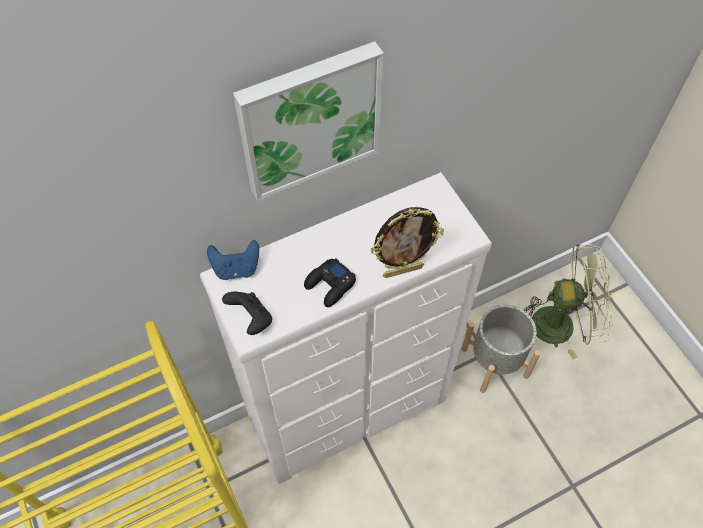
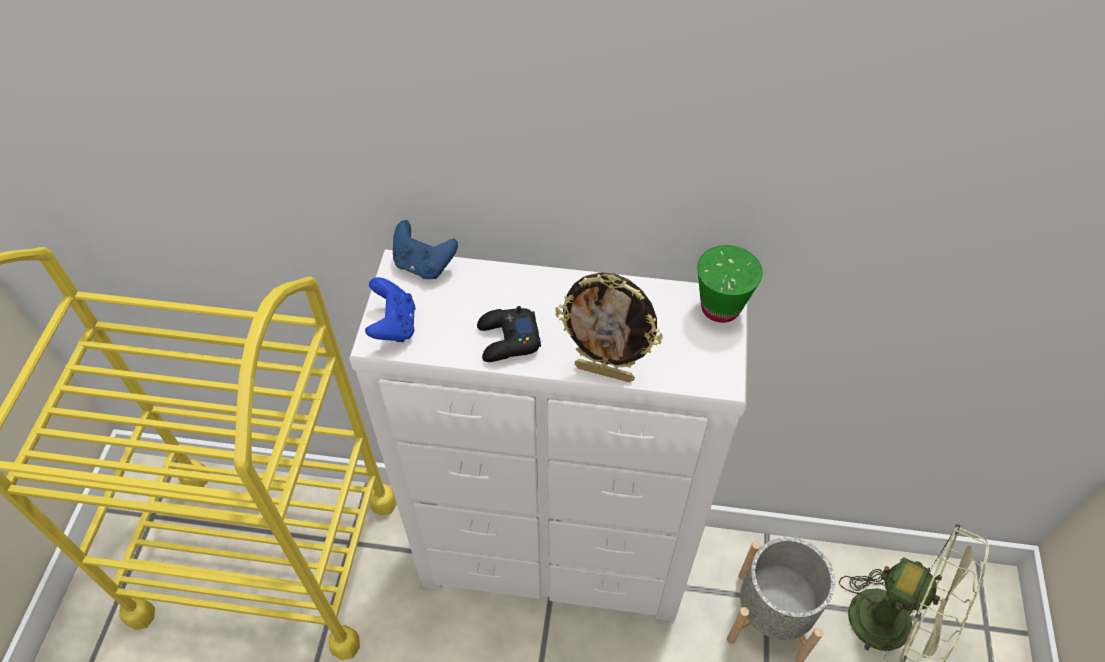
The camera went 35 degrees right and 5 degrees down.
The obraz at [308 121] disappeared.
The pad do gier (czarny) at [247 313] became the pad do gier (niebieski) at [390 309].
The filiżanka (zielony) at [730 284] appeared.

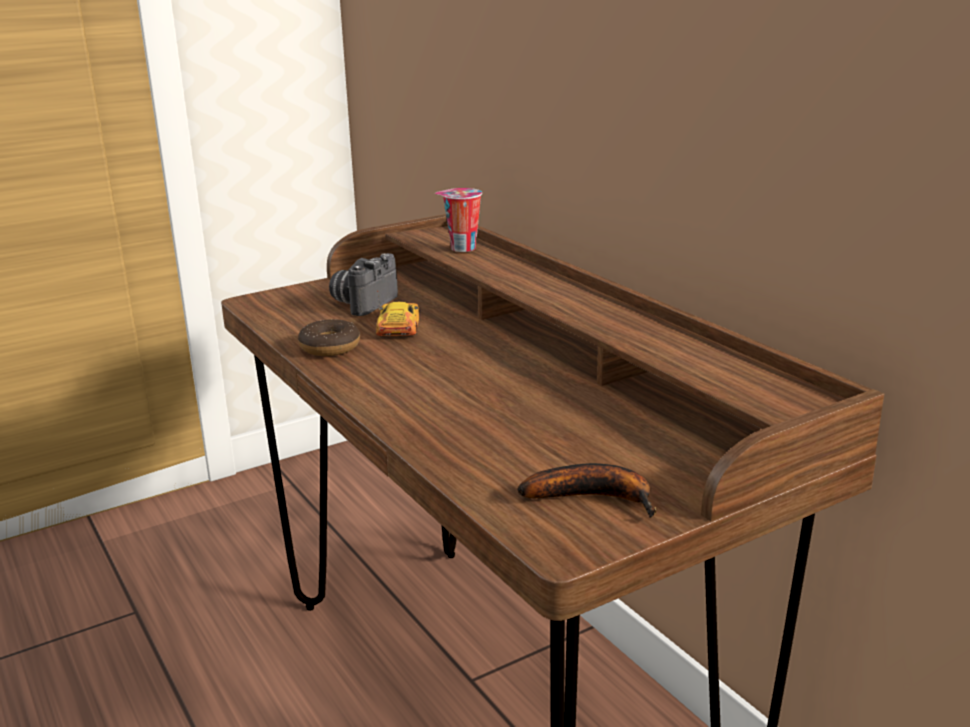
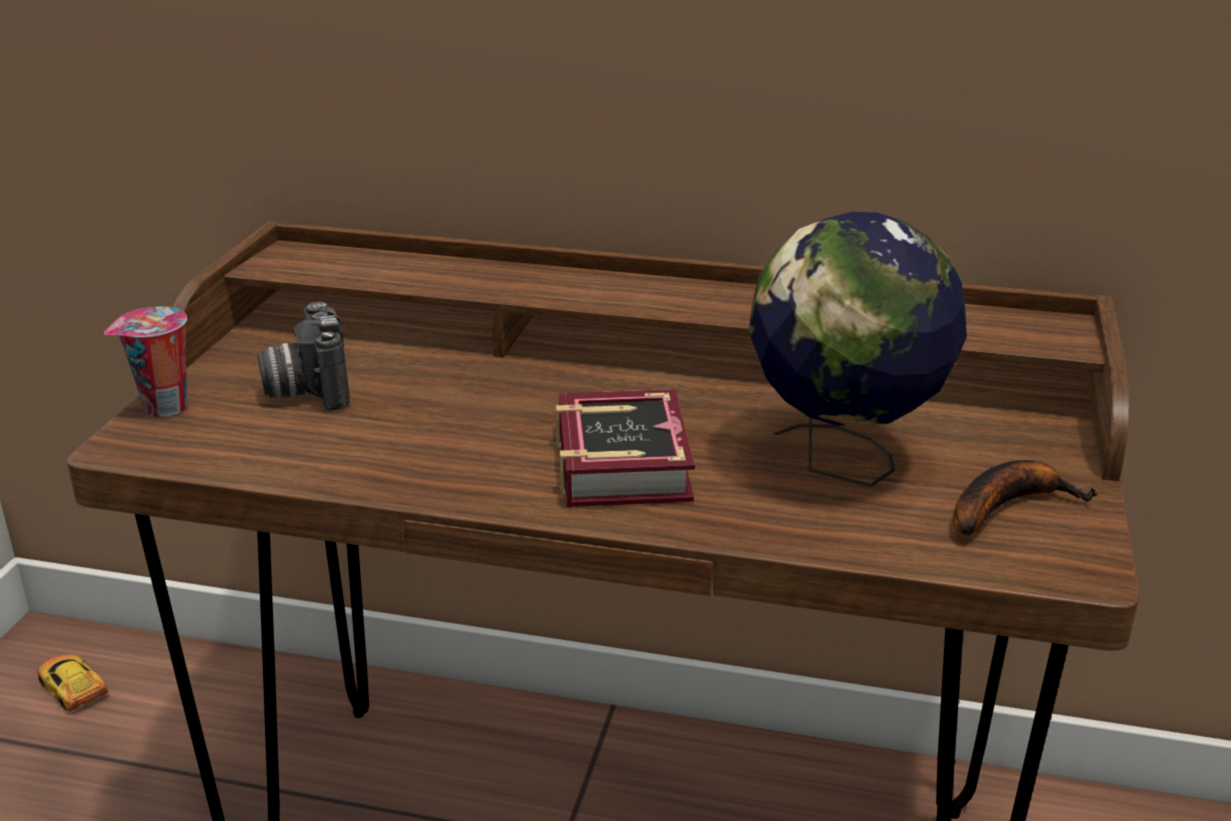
The camera went 45 degrees left and 5 degrees up.
The filiżanka moved from [458 220] to [145 362].
The samochodzik moved from [398 313] to [72 682].
The donut at [329 337] disappeared.
The globus at [858 349] appeared.
The książka at [625 448] appeared.

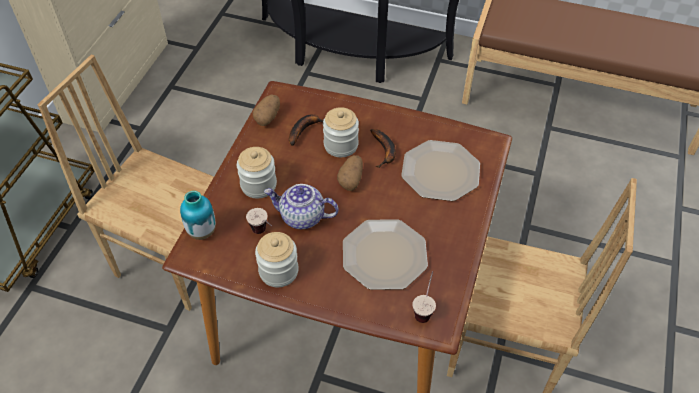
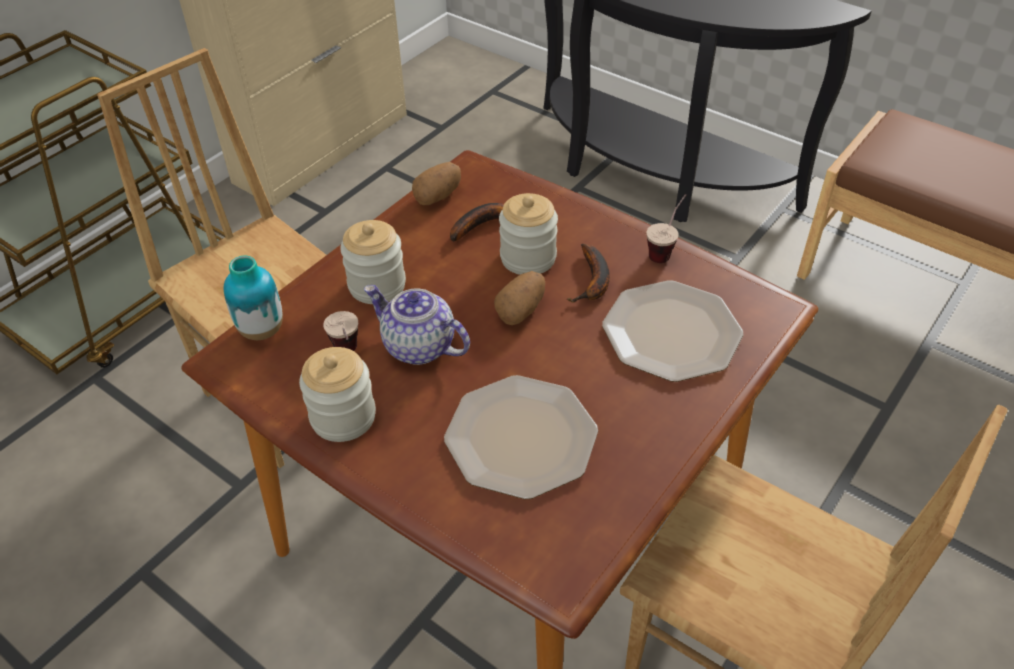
The camera went 20 degrees right and 5 degrees down.
The filiżanka moved from [424 297] to [666 228].

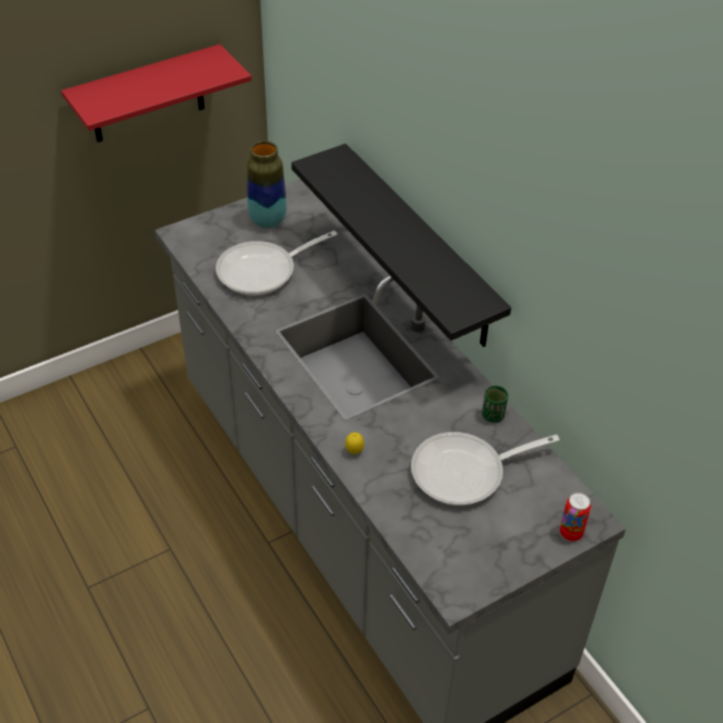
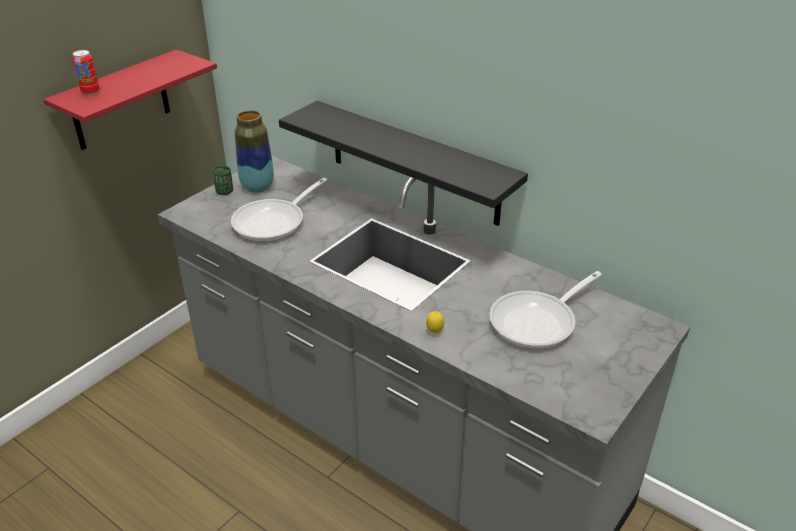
The camera went 20 degrees left and 10 degrees down.
The filiżanka (zielony) moved from [495 404] to [223 180].
The puszka moved from [575 516] to [86 73].

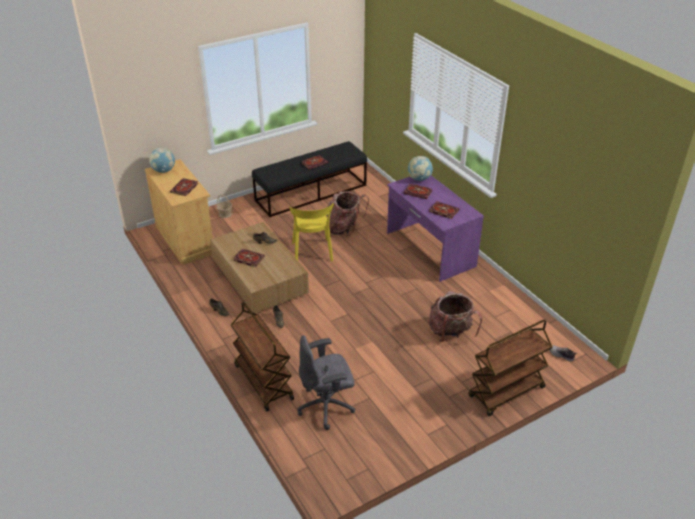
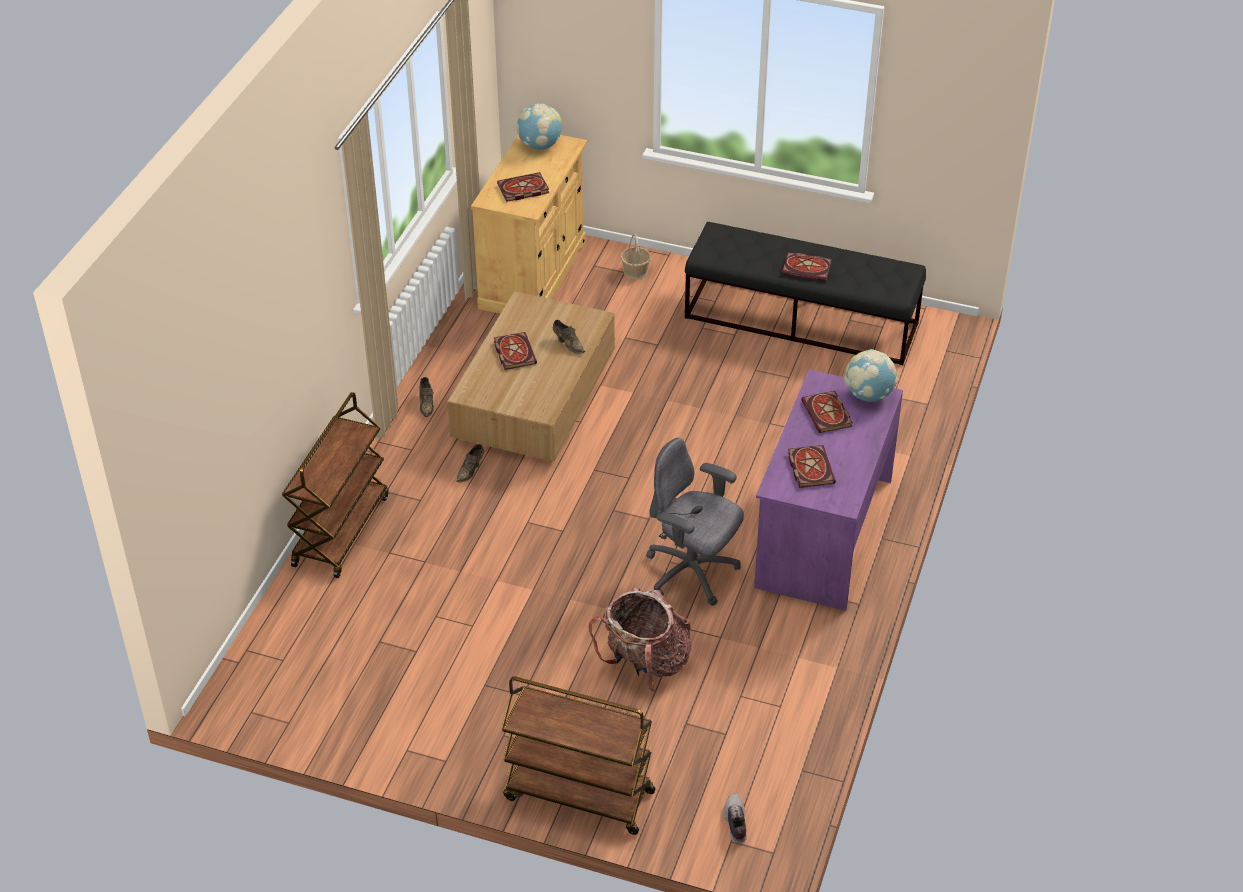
The camera went 50 degrees right and 5 degrees up.
The plecak at [347 214] disappeared.
The krzesło (żółty) at [311 232] disappeared.
The krzesło biurowe (szary) moved from [326 382] to [695 522].

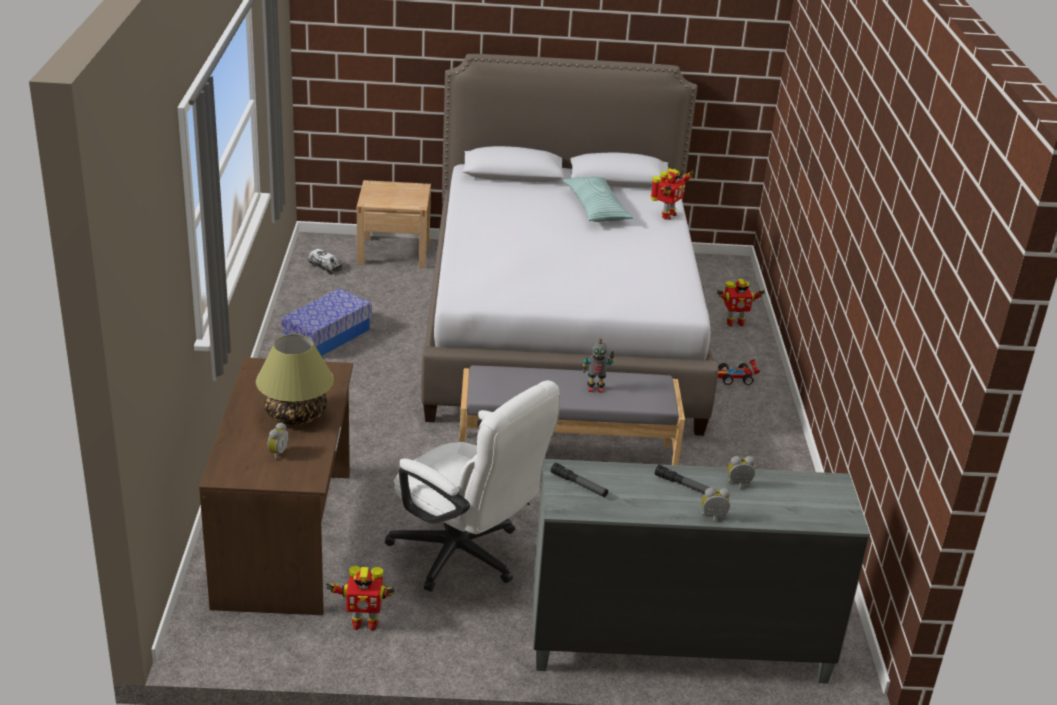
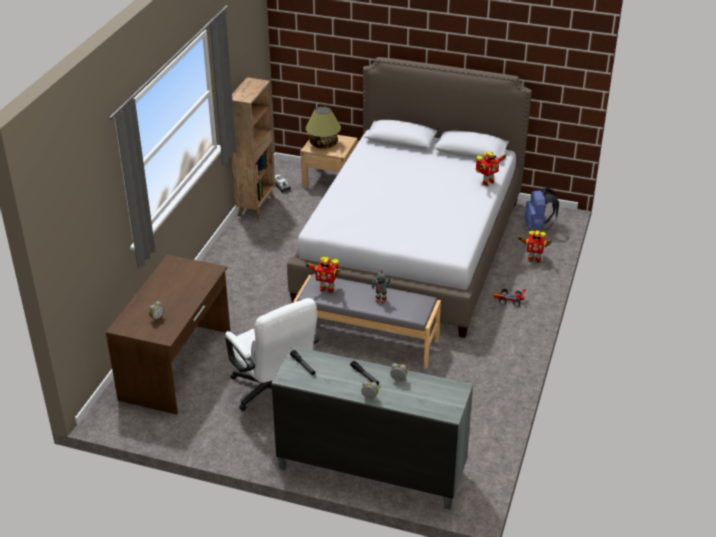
The camera went 20 degrees right and 5 degrees up.
The poduszka at [598 199] disappeared.
The pojemnik do przechowywania at [326 322] disappeared.
The lampa stołowa moved from [295 379] to [323 128].
The robot zabawkowy moved from [360 598] to [322 275].
The regał (brązowy) at [254 148] appeared.
The plecak (niebieski) at [541 209] appeared.

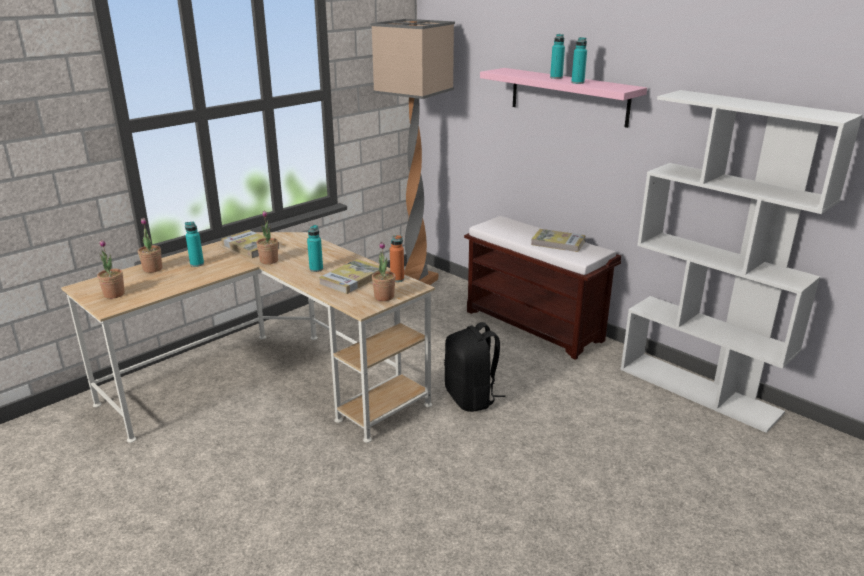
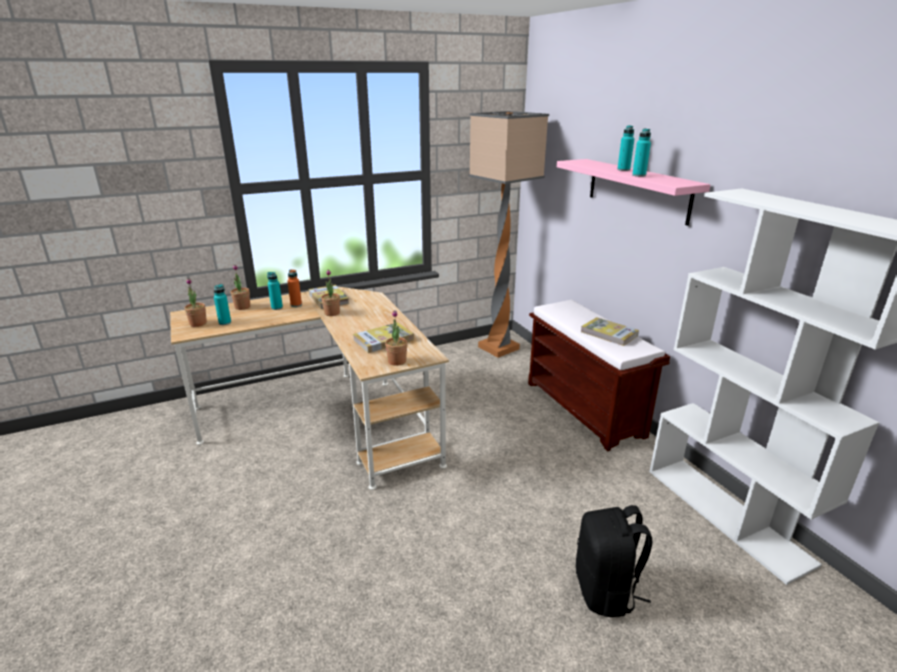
The camera went 20 degrees right and 0 degrees up.
The butelka (turkusowy) moved from [315 248] to [222 304].
The butelka (pomarańczowy) moved from [397 258] to [294 288].
The plecak (czarny) moved from [474 367] to [614 561].

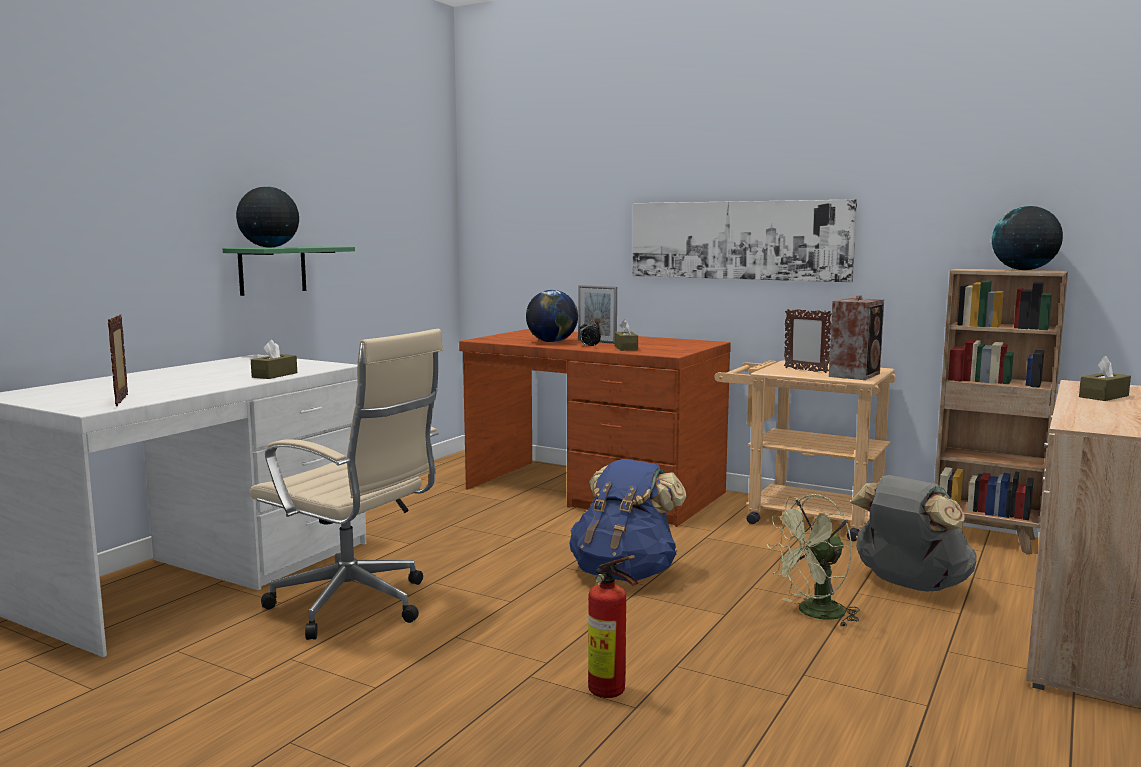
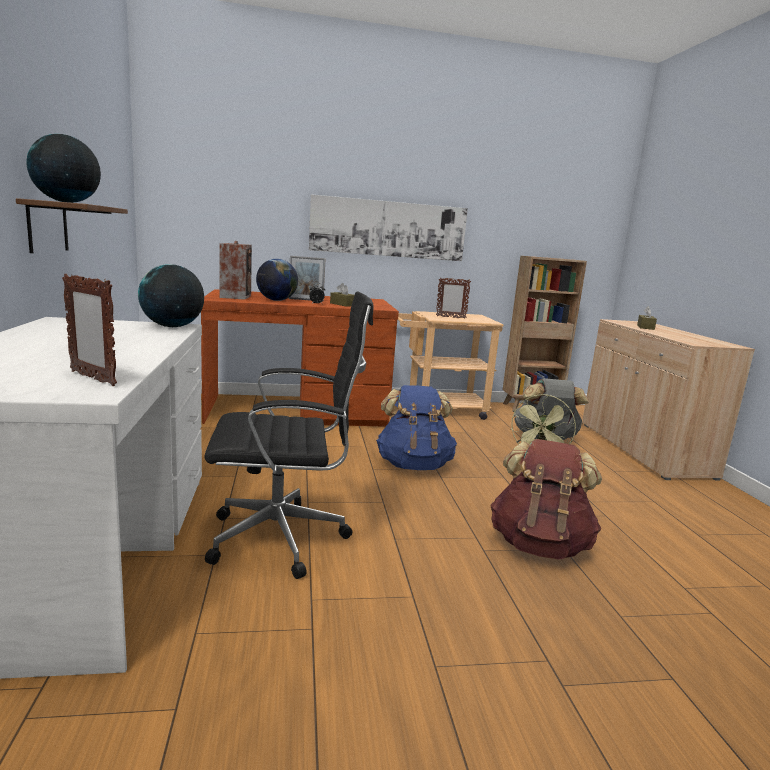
The camera went 40 degrees left and 5 degrees up.
The globus moved from [1027 238] to [171 295].
The półka (zielony) at [289 271] became the półka (brązowy) at [72 225].
The głośnik moved from [856 337] to [235 270].
The krzesło biurowe (beżowy) at [346 484] became the krzesło biurowe (czarny) at [288 435].
The pudełko chusteczek (brązowy) at [274 359] disappeared.
The gaśnica at [613 626] was replaced by the plecak (brązowy) at [546 499].

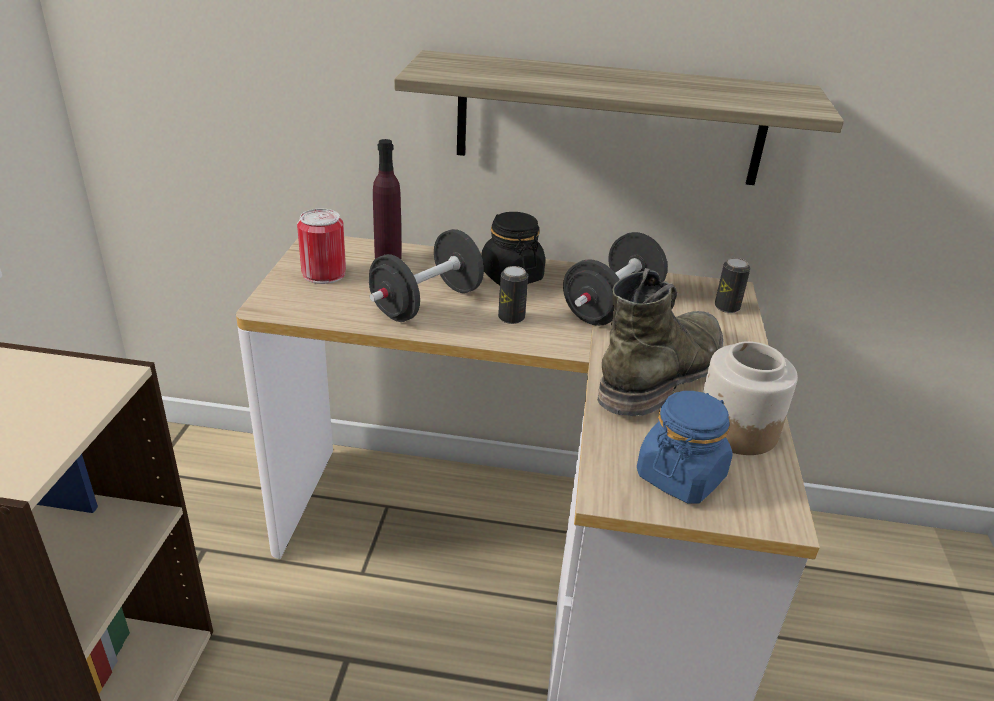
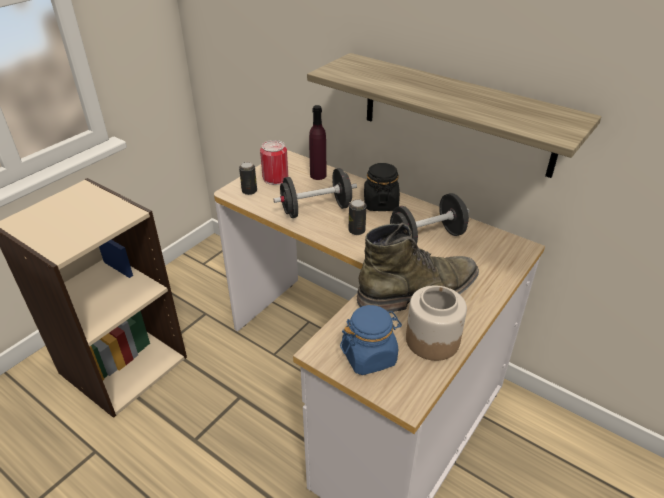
The camera went 30 degrees right and 5 degrees up.
The puszka moved from [733 285] to [248 178].

